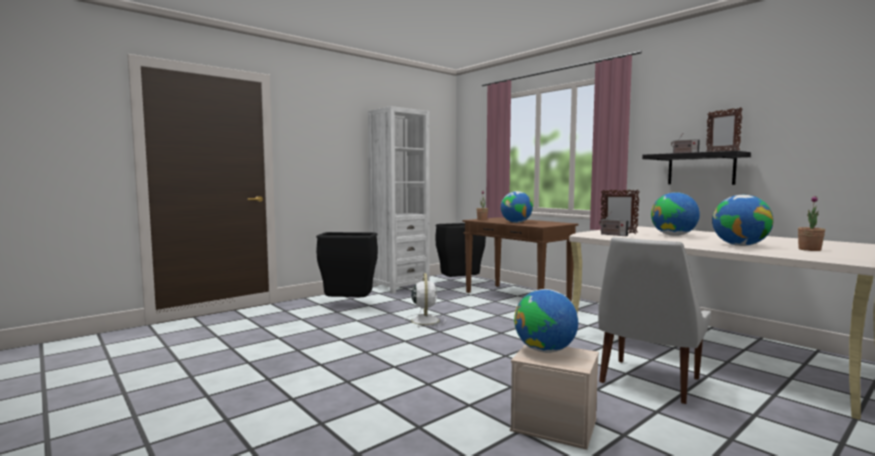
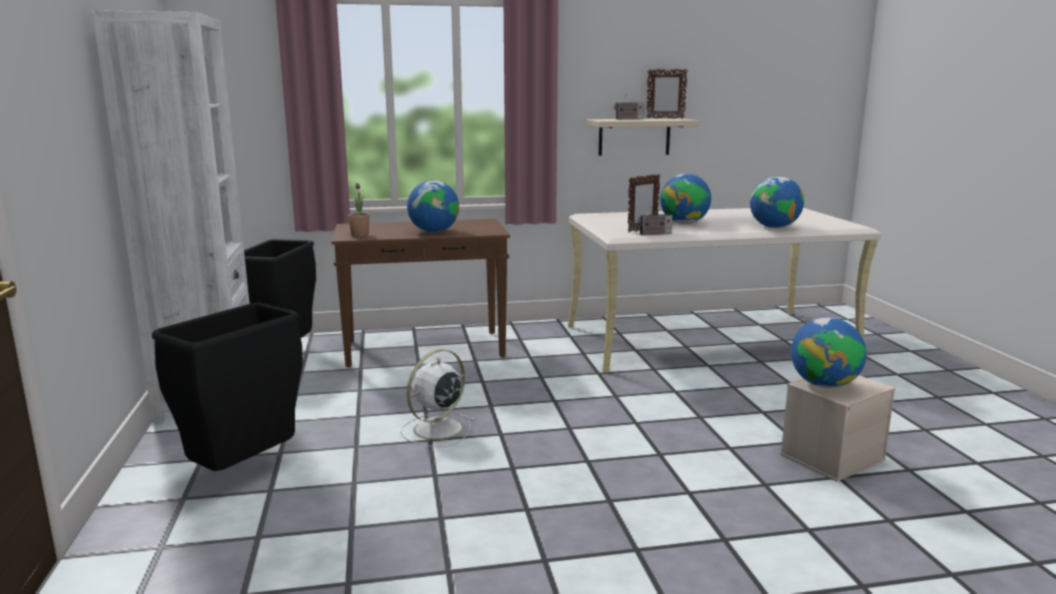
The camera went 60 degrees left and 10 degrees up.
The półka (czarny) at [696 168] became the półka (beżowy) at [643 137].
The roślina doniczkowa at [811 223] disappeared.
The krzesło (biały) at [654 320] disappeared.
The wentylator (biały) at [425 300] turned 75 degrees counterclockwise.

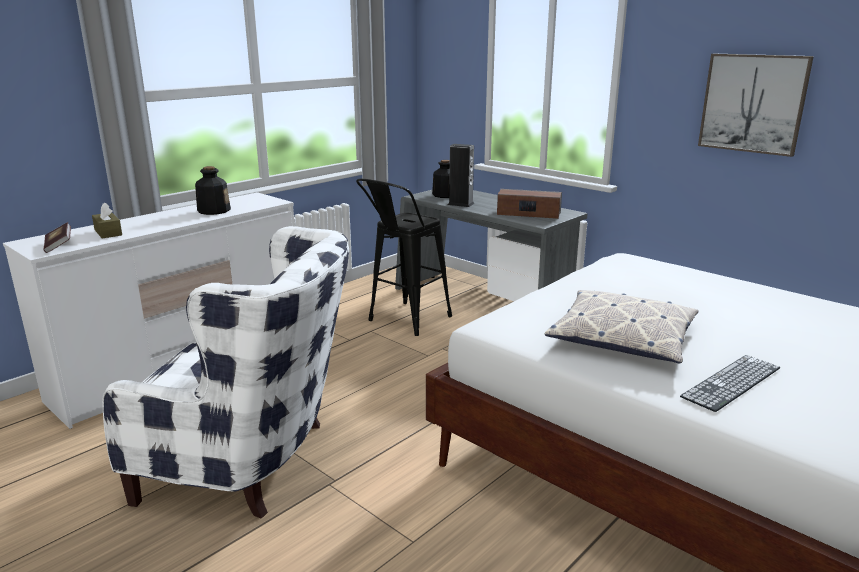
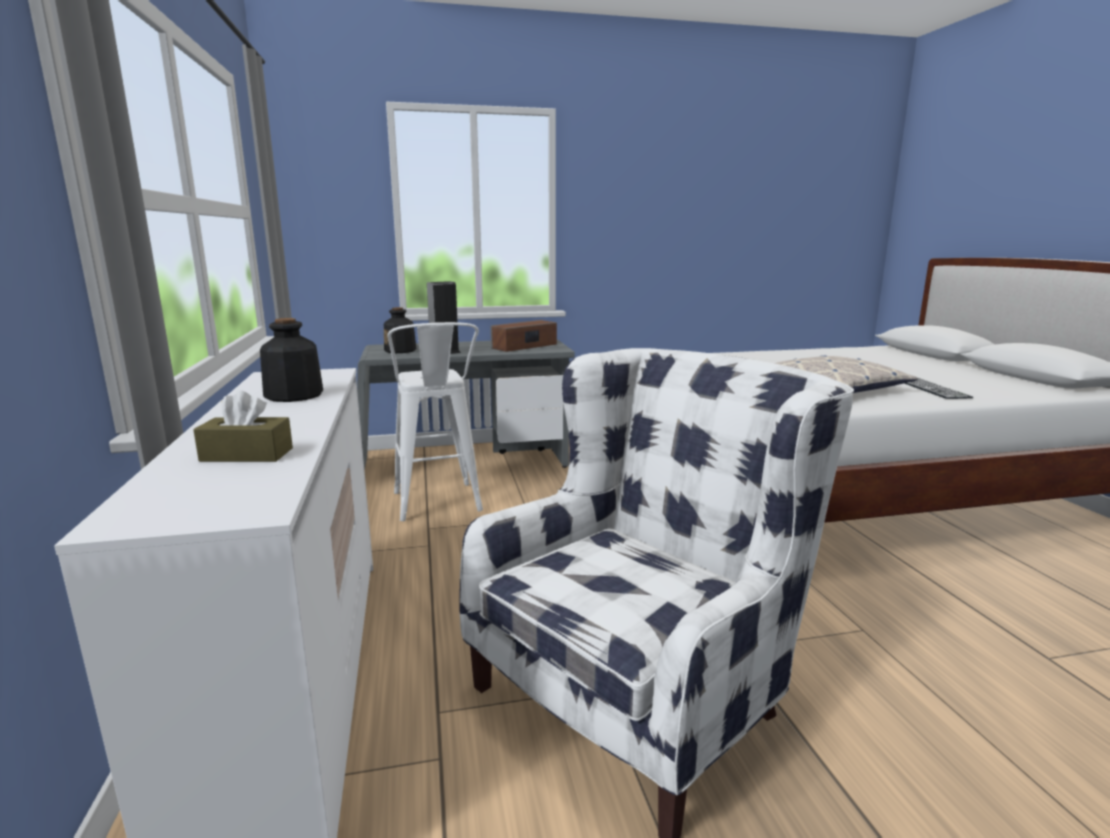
The camera went 55 degrees left and 5 degrees down.
The obraz at [756 105] disappeared.
The stołek (czarny) at [404 257] became the stołek (biały) at [435 421].
The książka at [57 237] disappeared.

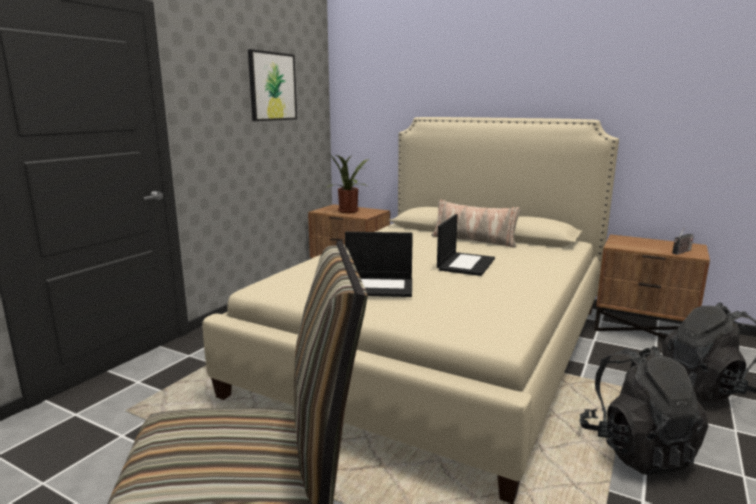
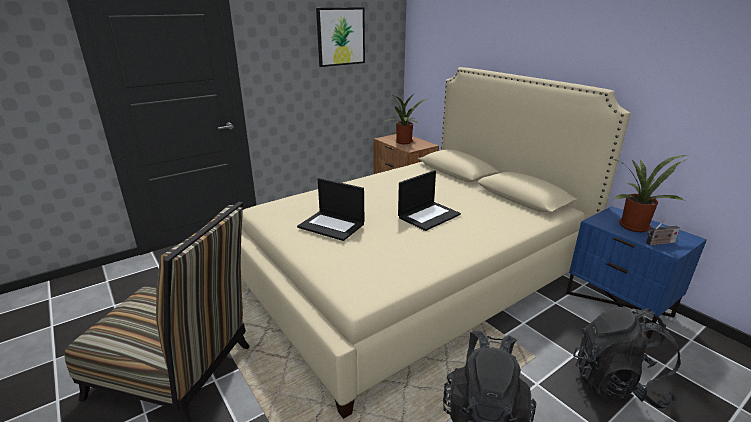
The camera went 25 degrees right and 10 degrees up.
The poduszka at [476 224] disappeared.
The szafka nocna (brązowy) at [652 286] became the szafka nocna (niebieski) at [636 272].
The roślina doniczkowa at [647 193] appeared.

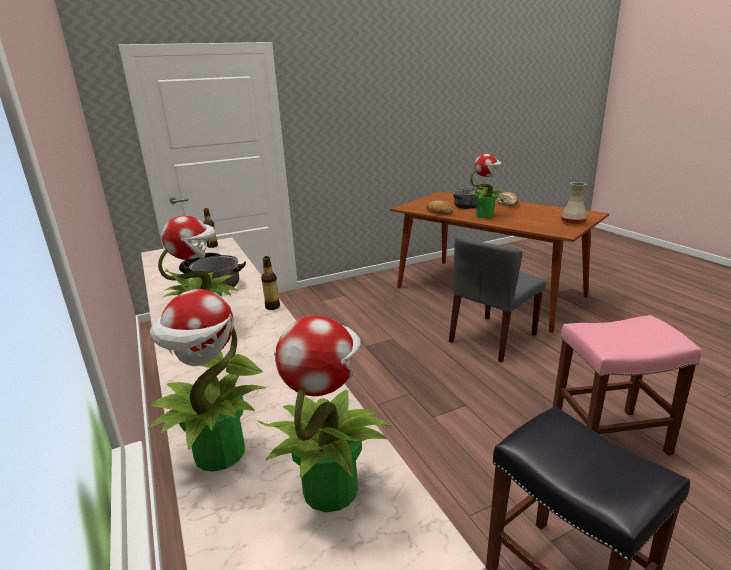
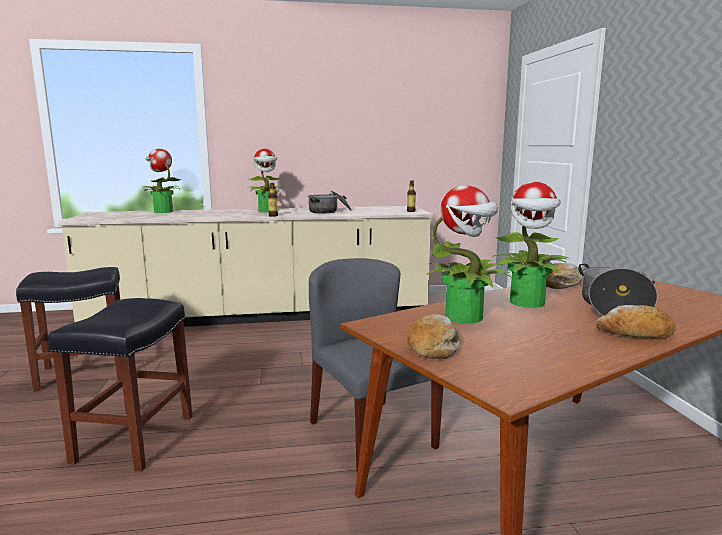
The camera went 105 degrees right and 10 degrees down.
The wazon (beżowy) at [574 203] was replaced by the chleb at [433 336].
The stołek (różowy) at [627 385] became the stołek (czarny) at [120 384].
The roślina doniczkowa moved from [325 414] to [469 254].

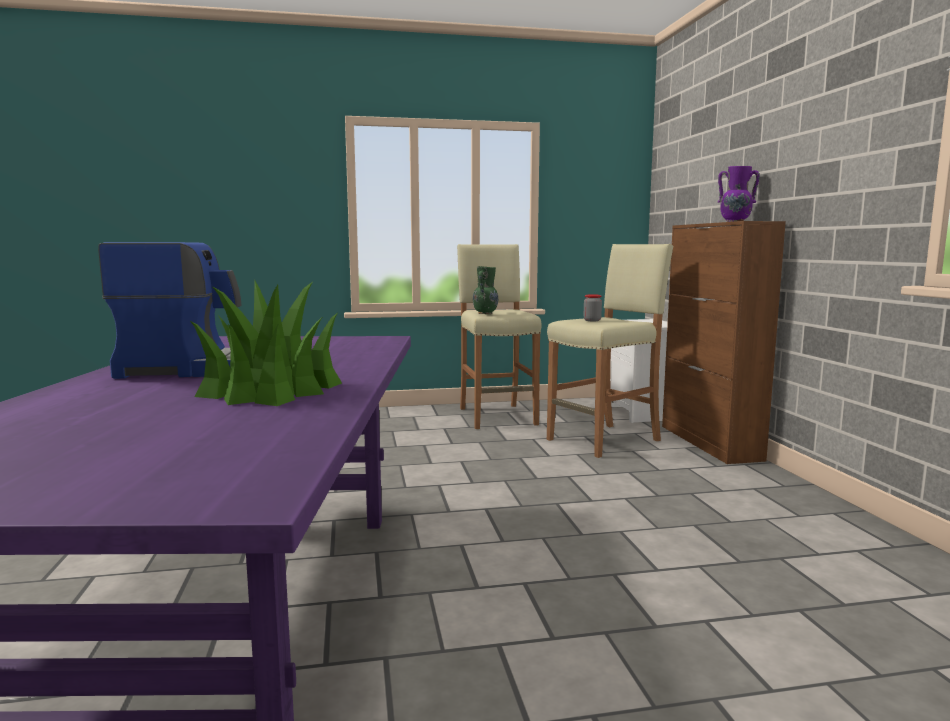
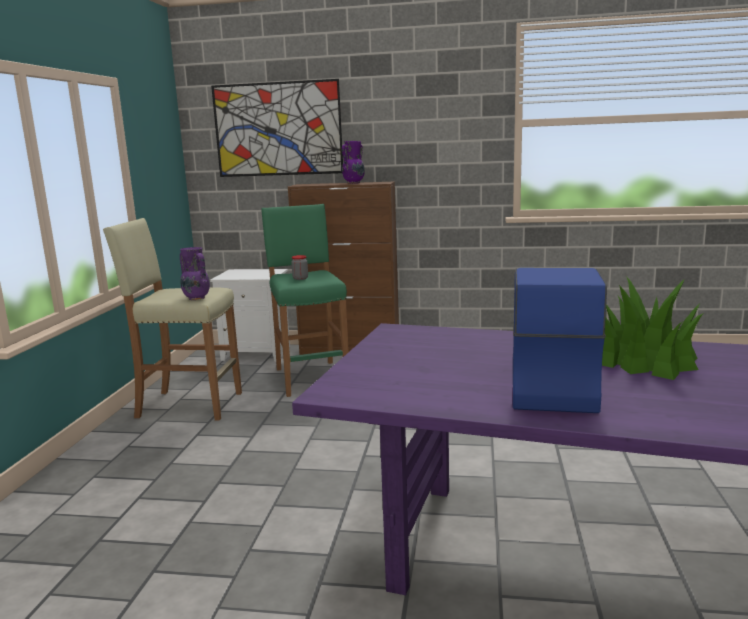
The camera went 70 degrees left and 5 degrees up.
The stołek (beżowy) at [610 351] became the stołek (zielony) at [305 300].
The wazon (zielony) at [485 290] became the wazon (fioletowy) at [195 273].
The obraz at [277 128] appeared.

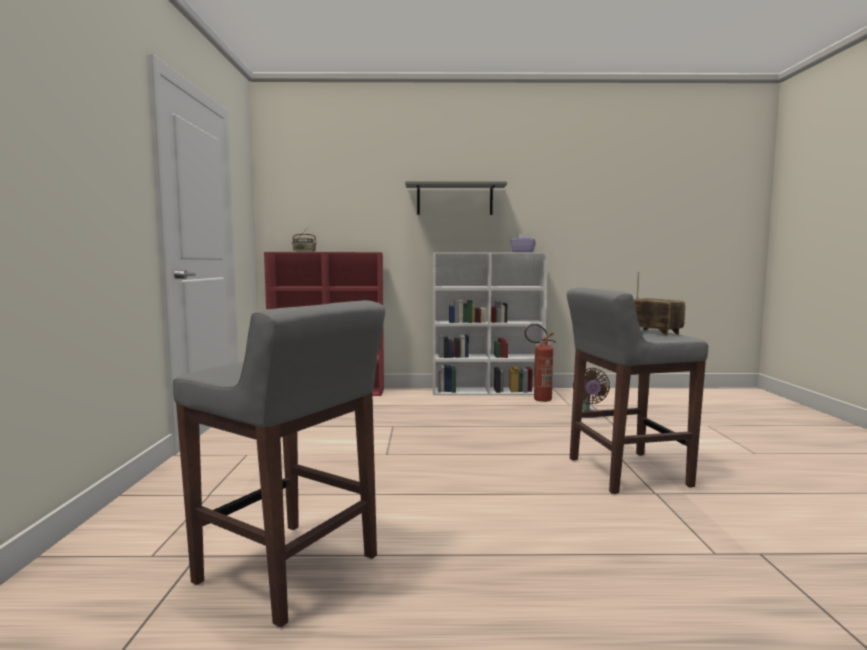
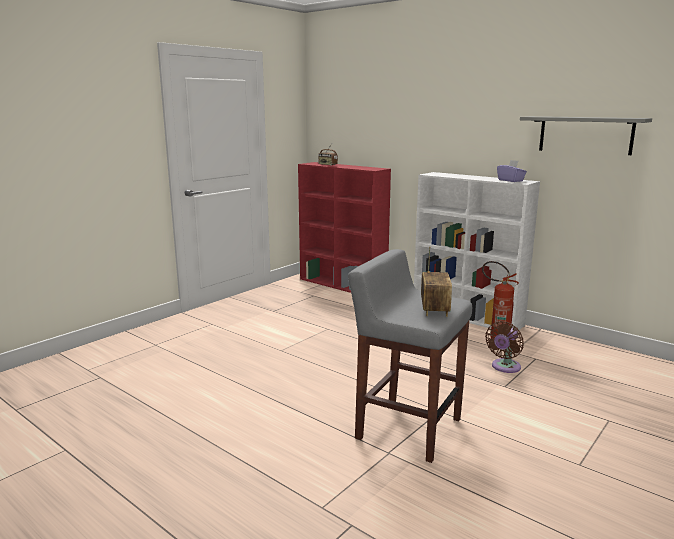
The camera went 40 degrees right and 10 degrees up.
The półka (szary) moved from [456 198] to [586 135].
The stołek (szary) at [279 464] disappeared.

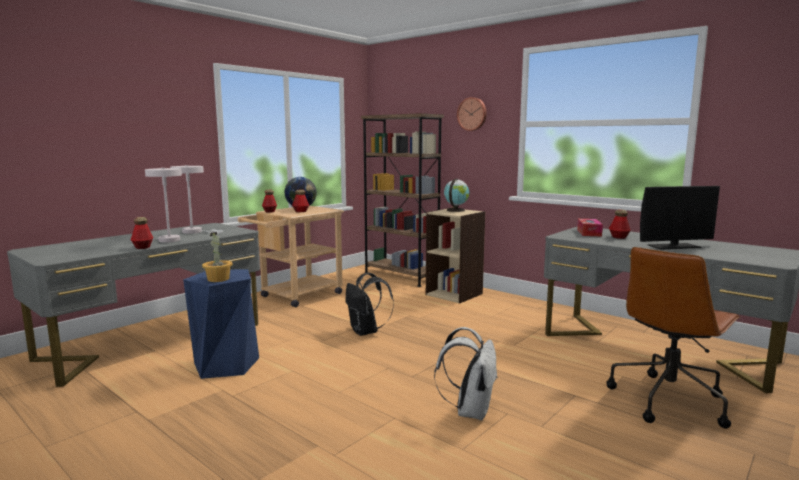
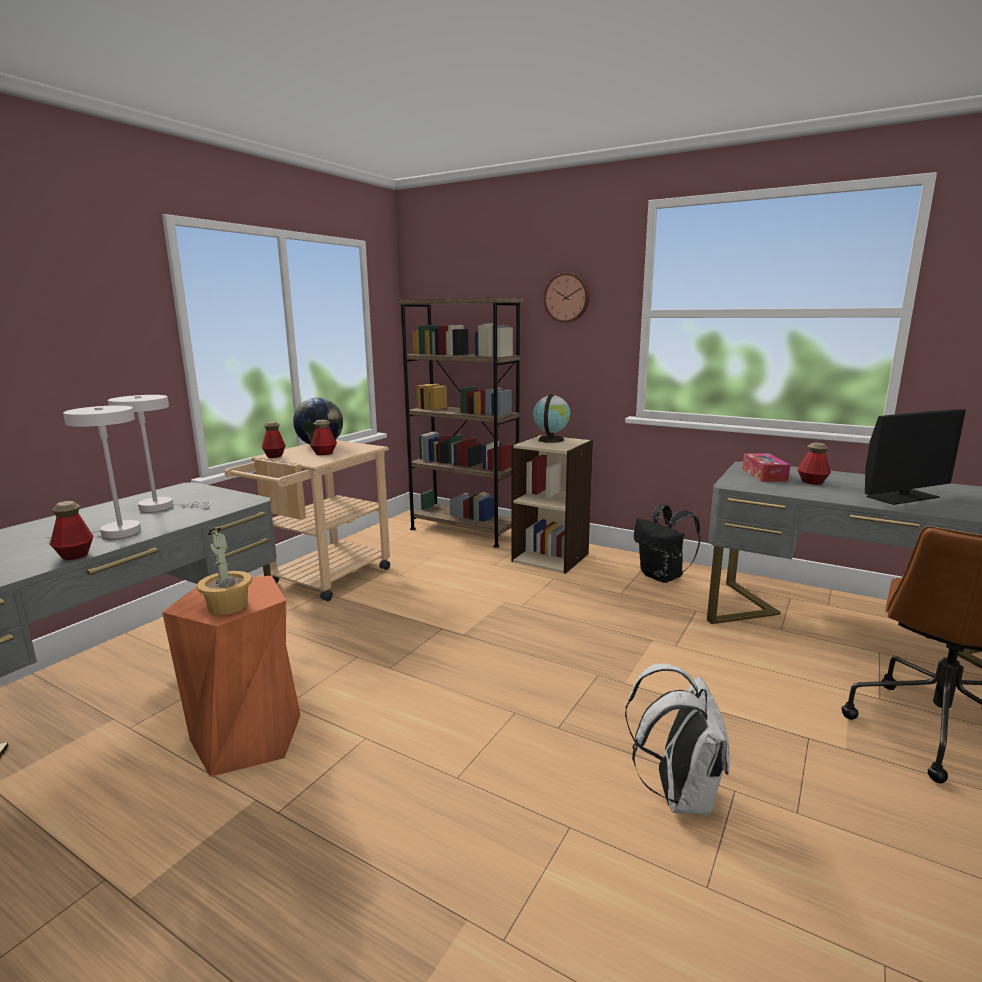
The camera went 10 degrees left and 5 degrees up.
The stołek (niebieski) at [221 324] became the stołek (pomarańczowy) at [231 676].
The plecak (czarny) moved from [369 304] to [667 543].

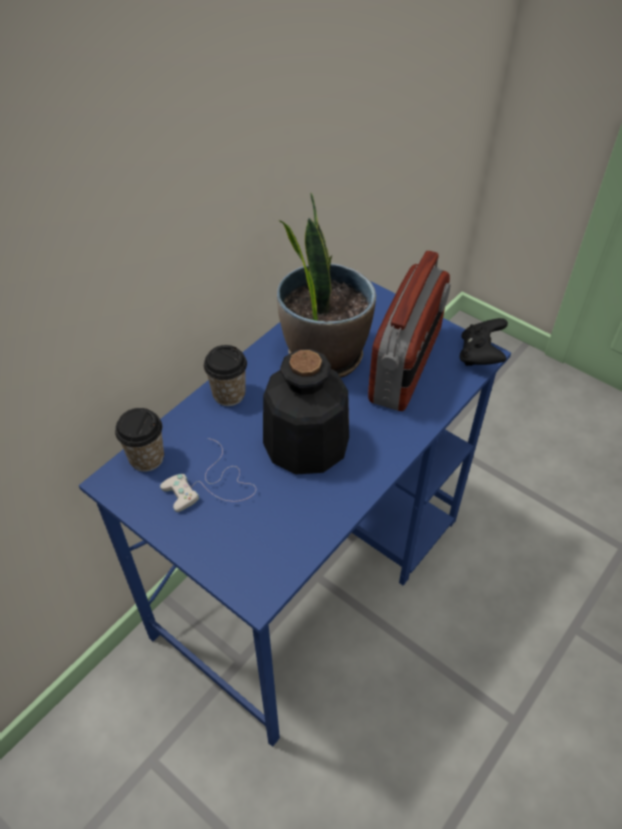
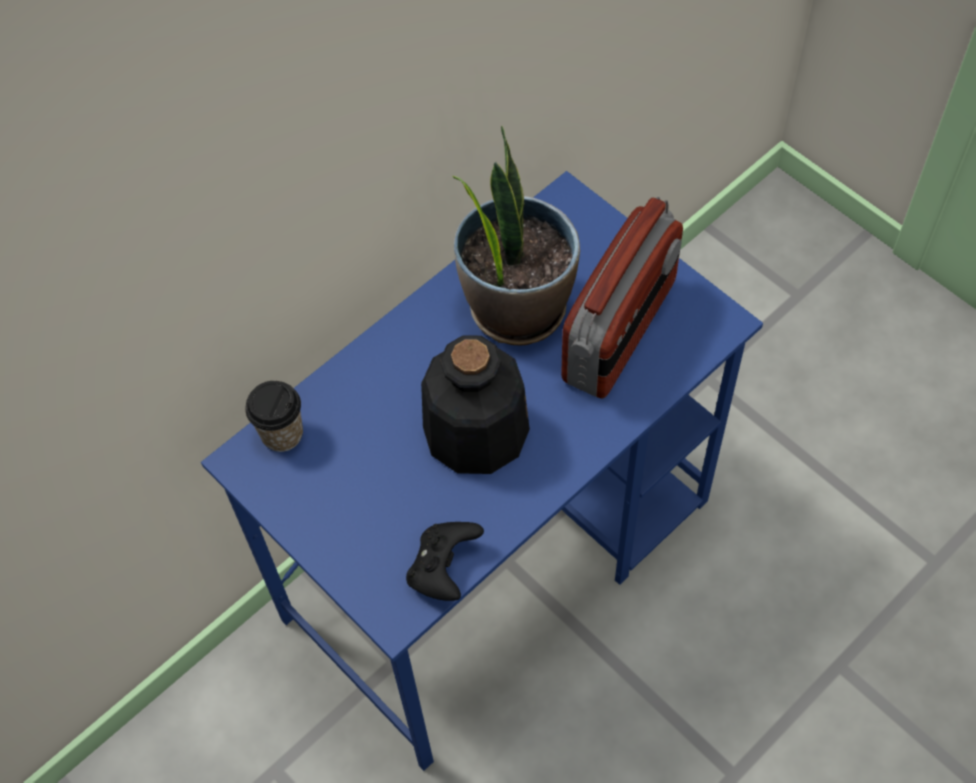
The camera went 10 degrees right and 10 degrees up.
The pad do gier (czarny) moved from [484 342] to [445 561].
The filiżanka at [225 375] disappeared.
The pad do gier (biały) at [208 475] disappeared.

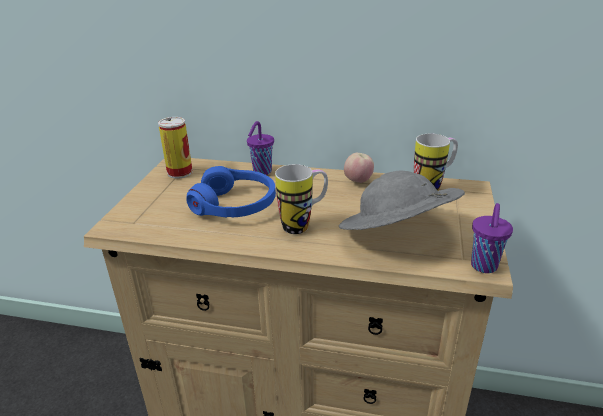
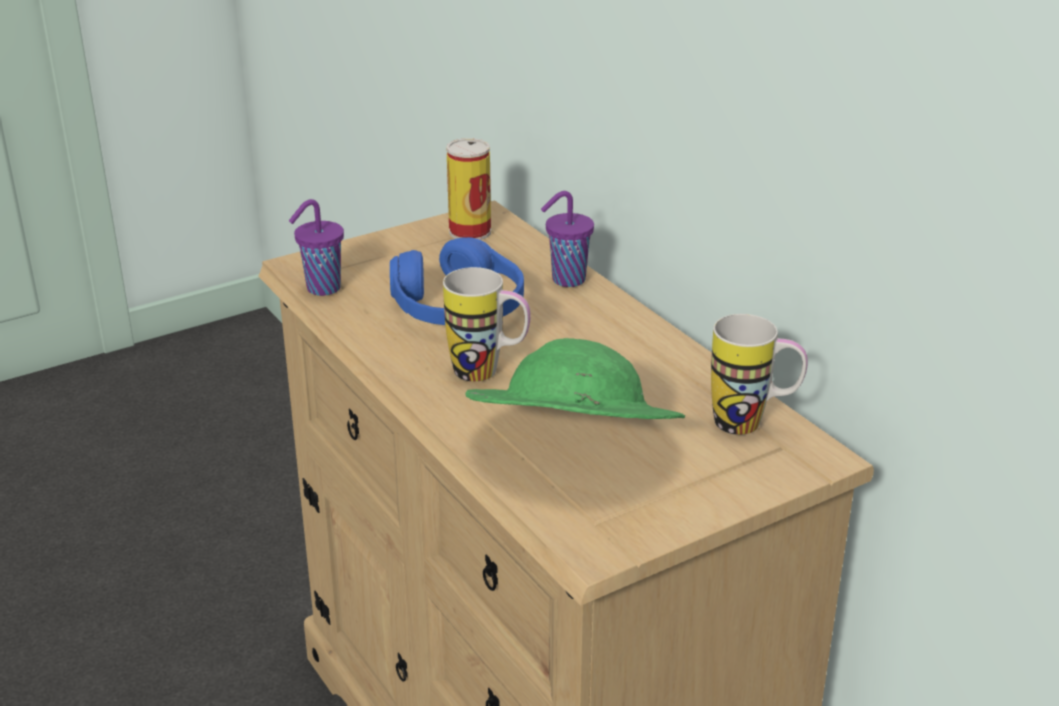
The camera went 45 degrees right and 0 degrees up.
The jabłko at [359 168] disappeared.
The kapelusz (szary) at [402 200] became the kapelusz (zielony) at [575 378].
The filiżanka (fioletowy) moved from [492 238] to [316 247].

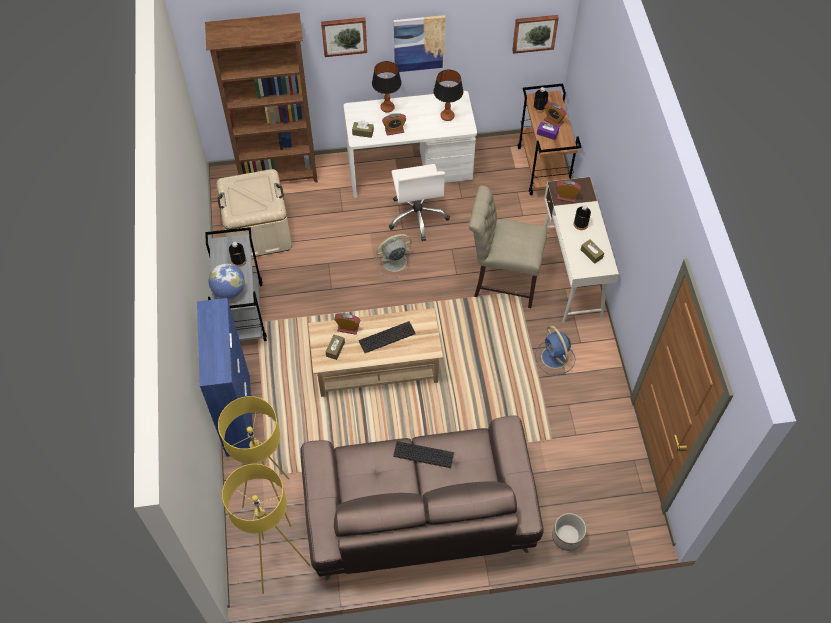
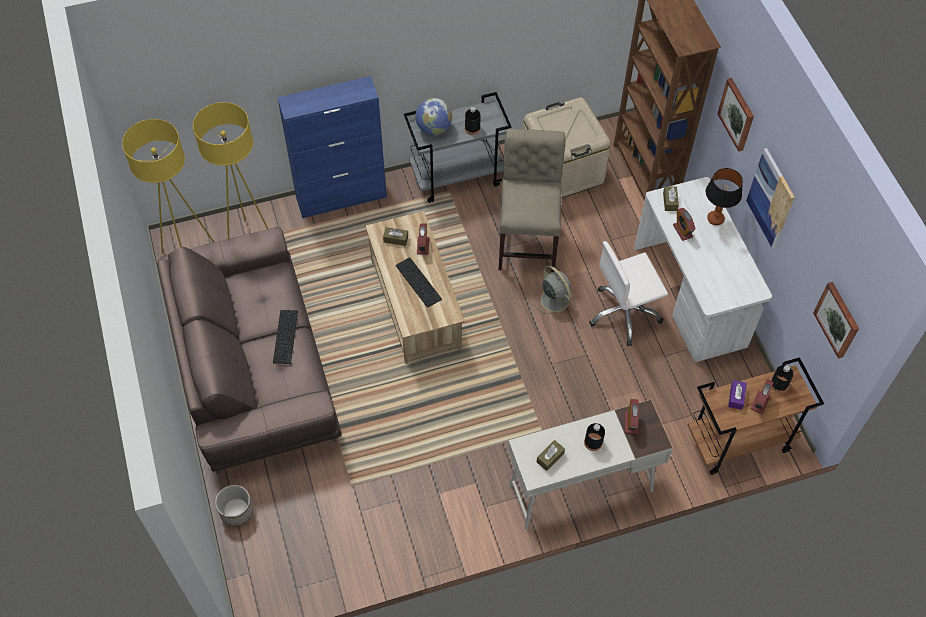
The camera went 80 degrees right and 0 degrees up.
The lampa stołowa at [448 95] disappeared.
The krzesło (beżowy) moved from [508 246] to [531 200].
The wentylator (niebieski) at [555 350] disappeared.

